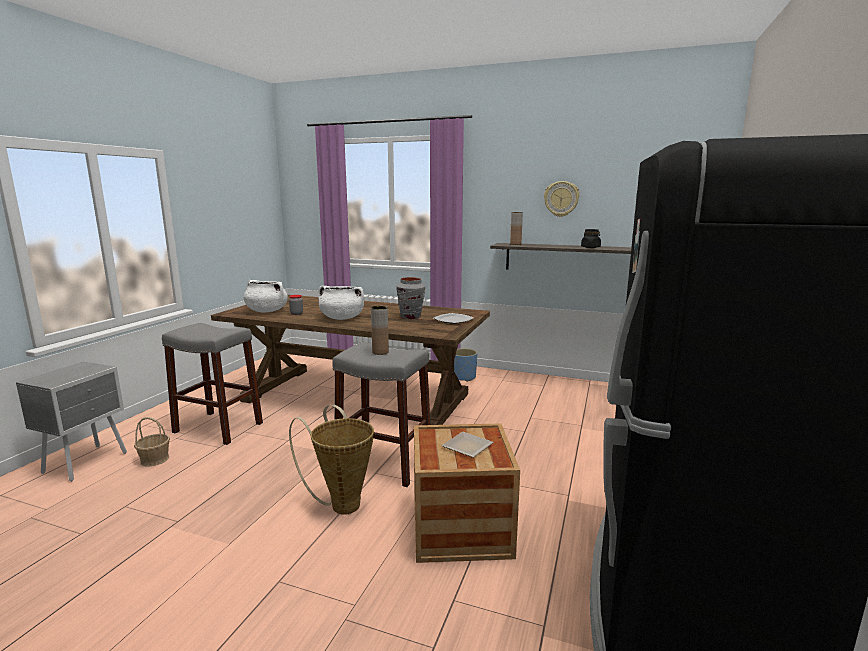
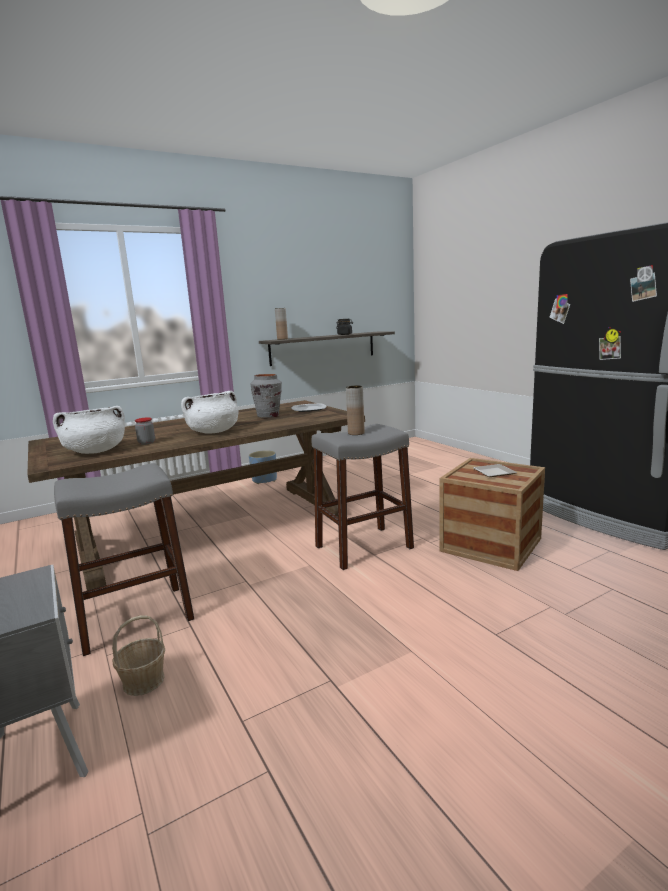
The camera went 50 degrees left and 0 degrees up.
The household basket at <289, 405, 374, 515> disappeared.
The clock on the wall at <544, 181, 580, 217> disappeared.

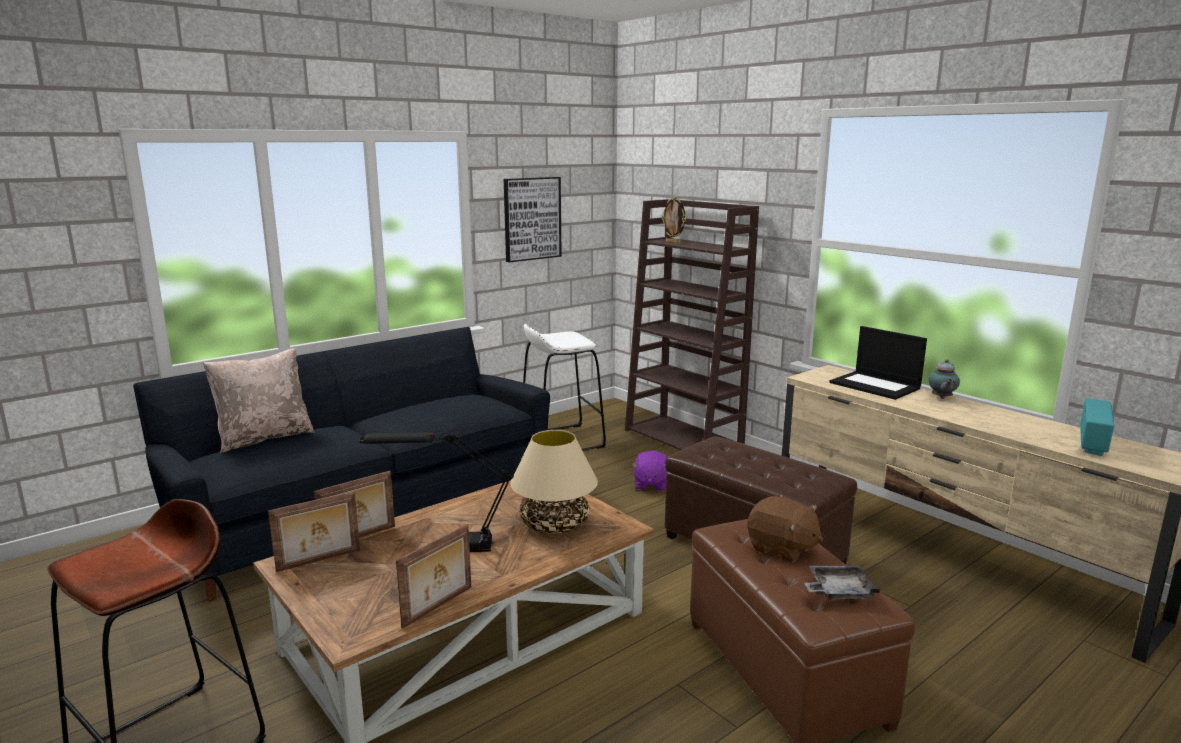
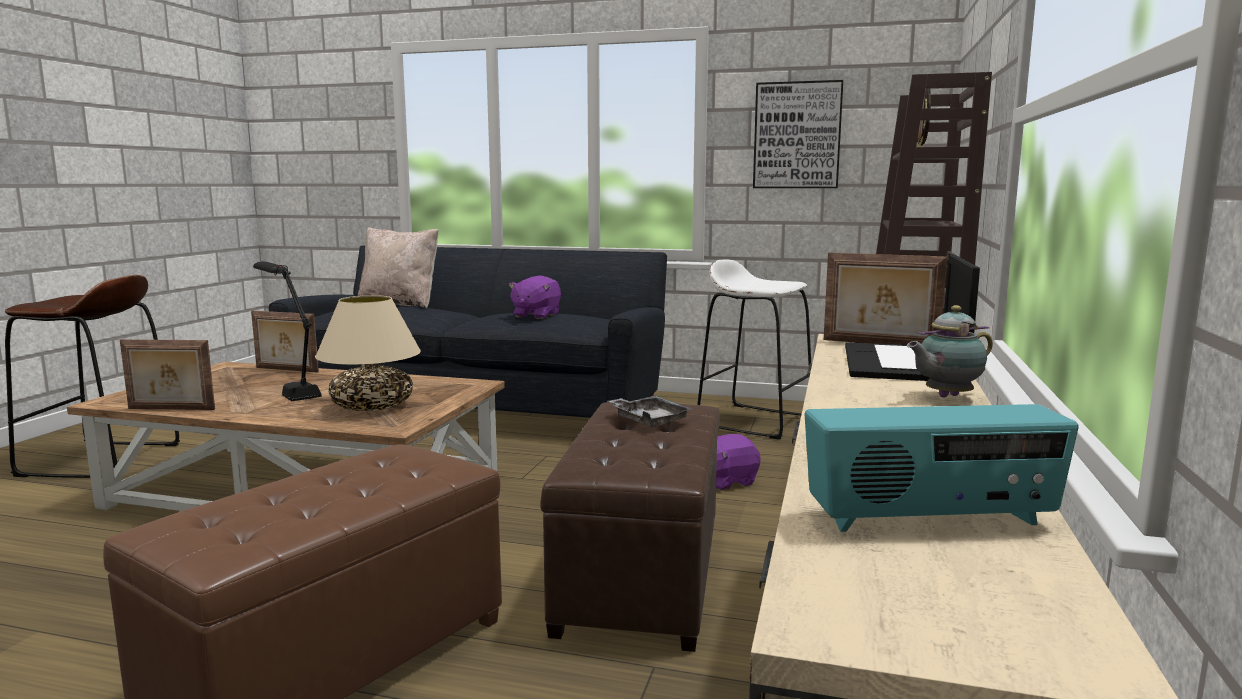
The camera went 55 degrees right and 5 degrees down.
The brown-coloured soft toy at <747, 496, 823, 563> disappeared.
The purple-coloured soft toy at <508, 276, 561, 319> appeared.
The photo frame moved from <268, 491, 360, 572> to <824, 253, 947, 345>.
The gray carrying tray moved from <804, 565, 880, 600> to <608, 395, 692, 427>.

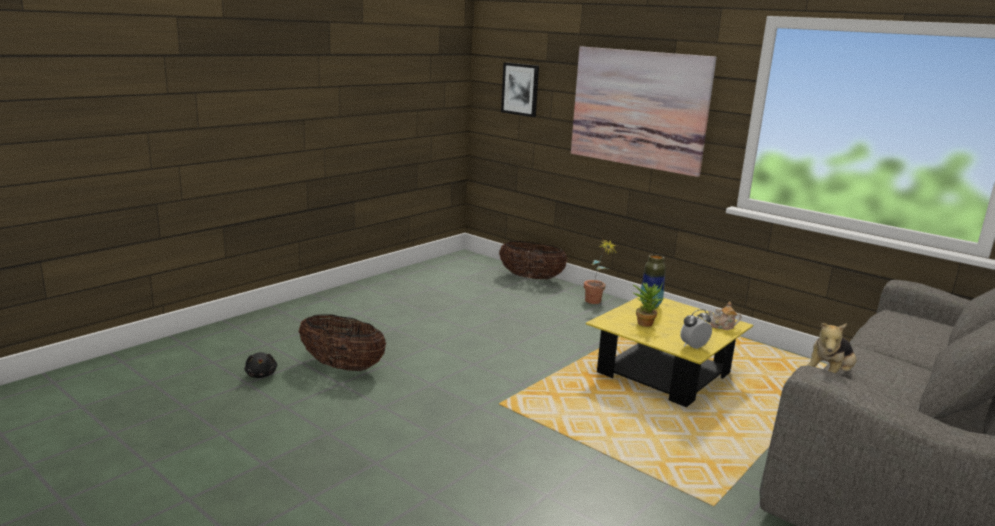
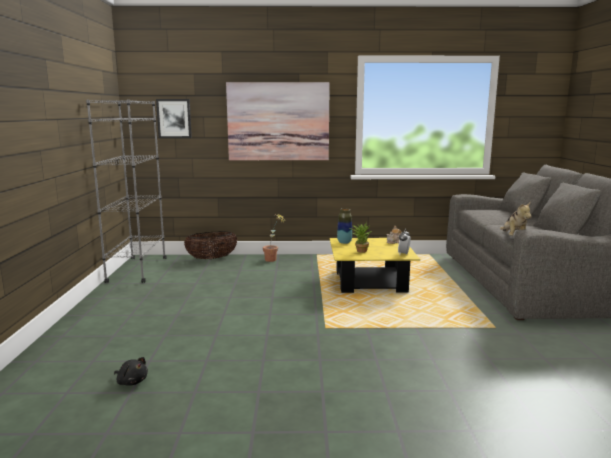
The camera went 40 degrees left and 5 degrees down.
The household basket at <299, 314, 386, 371> disappeared.
The gray bookshelf at <86, 100, 167, 283> appeared.

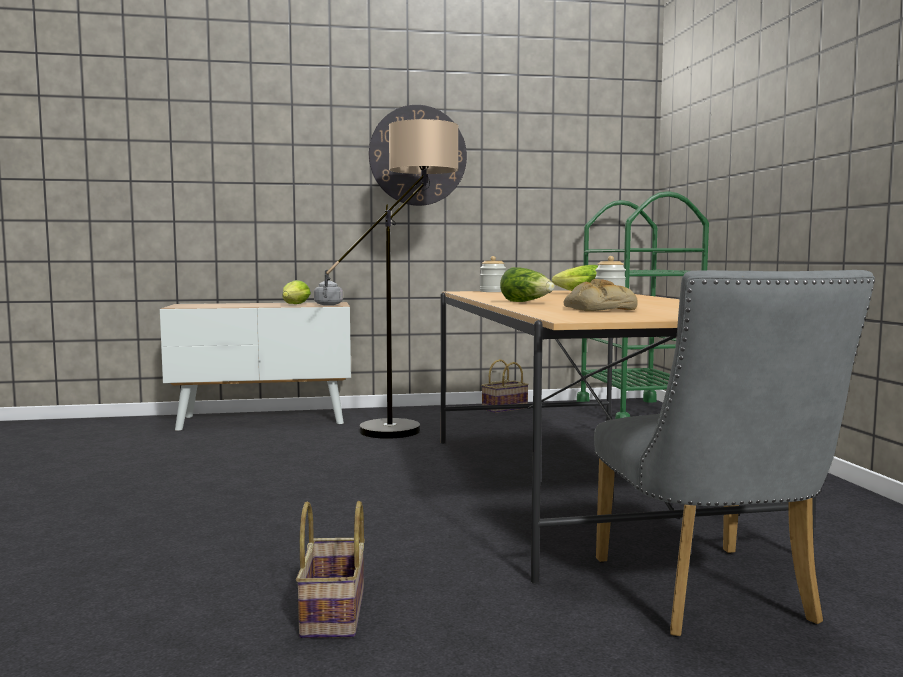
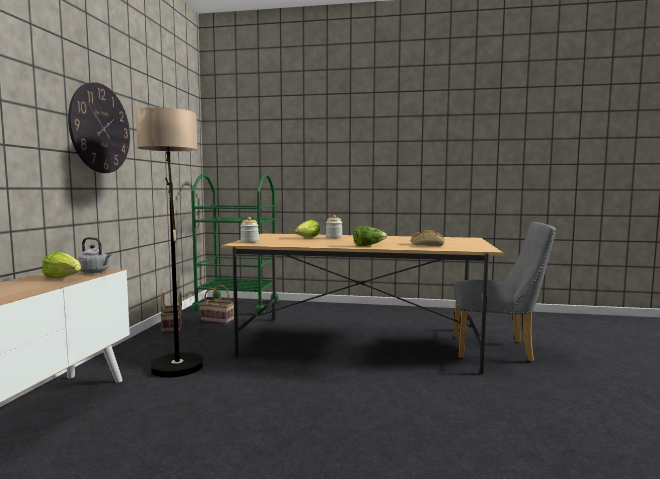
The camera went 70 degrees left and 0 degrees up.
The household basket moved from <296, 501, 365, 638> to <200, 285, 234, 324>.

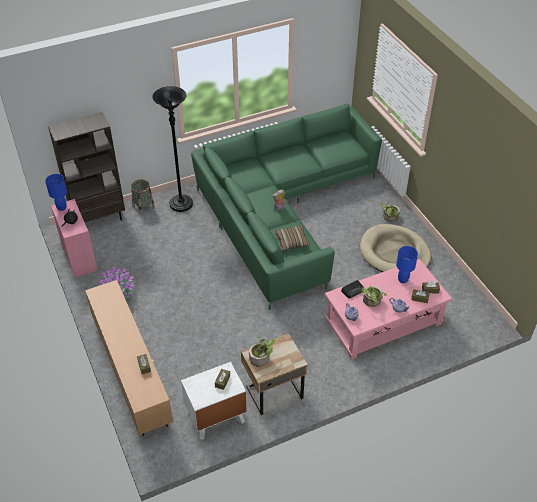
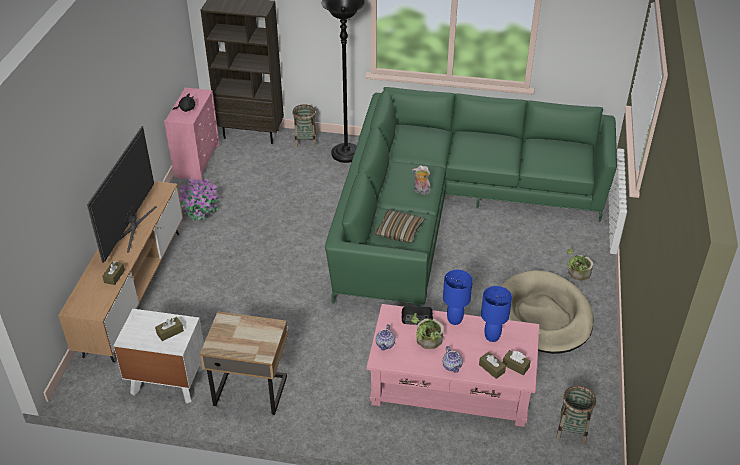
The camera went 35 degrees right and 5 degrees down.
The houseplant at <249, 336, 275, 367> disappeared.
The television at <87, 126, 156, 263> appeared.
The household basket at <556, 385, 596, 445> appeared.
The bluish table lamp moved from <45, 174, 67, 211> to <443, 270, 473, 325>.

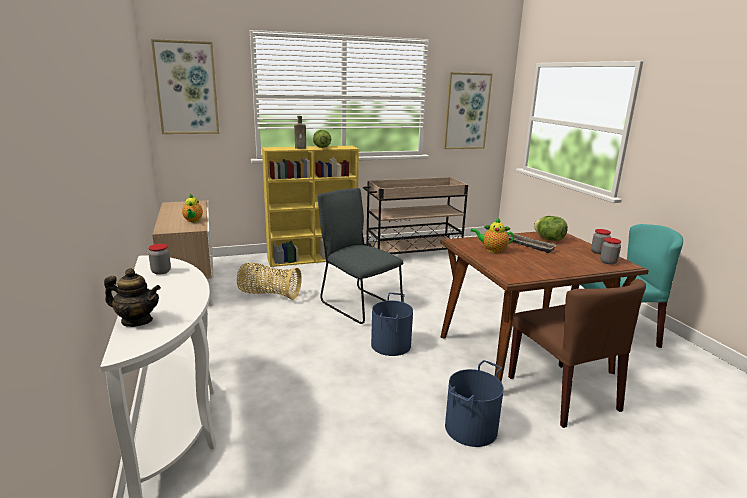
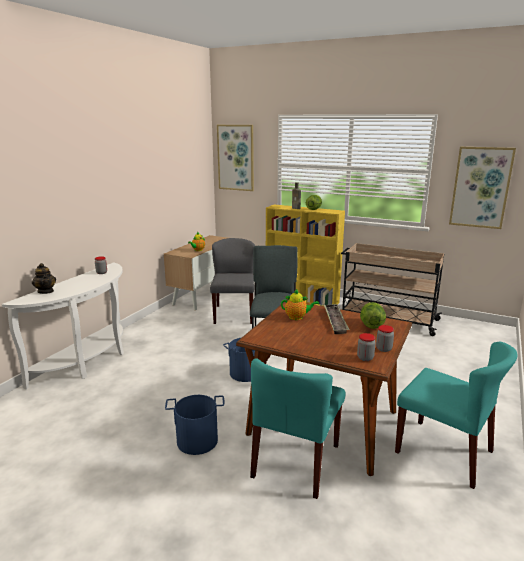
The camera went 45 degrees right and 0 degrees up.
The household basket at <237, 263, 302, 300> was replaced by the gray chair at <210, 238, 255, 324>.
The brown-coloured chair at <508, 279, 646, 428> became the turquoise chair at <250, 358, 346, 499>.
The pot for tea at <470, 218, 514, 253> turned 135 degrees clockwise.

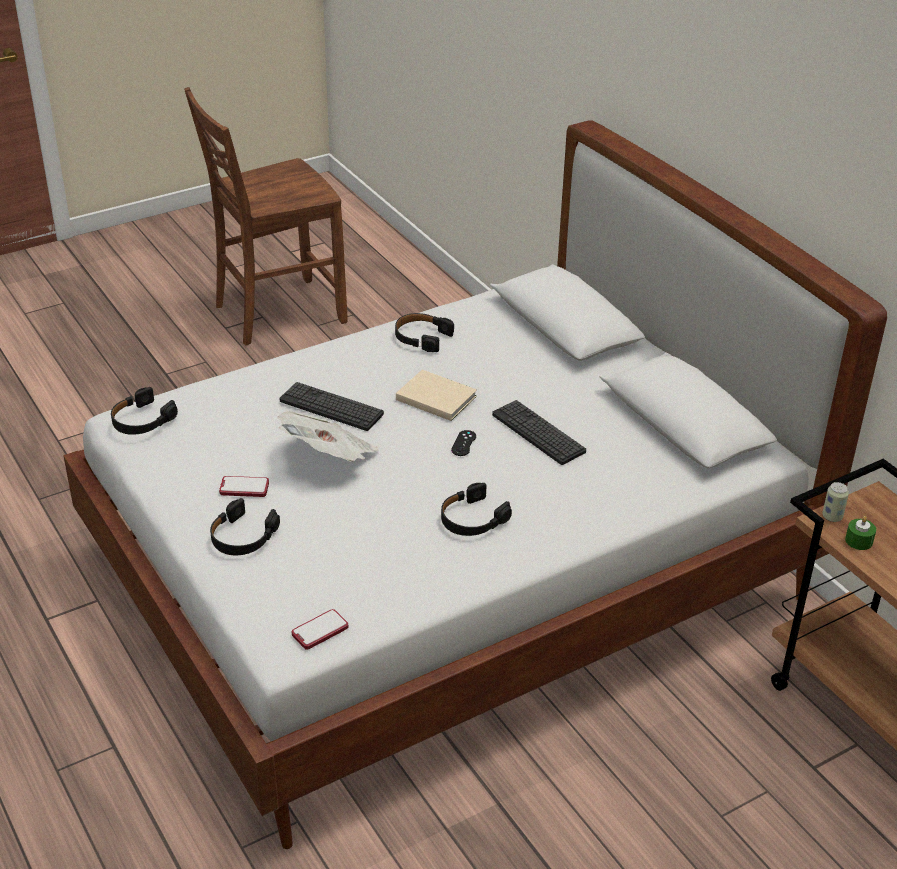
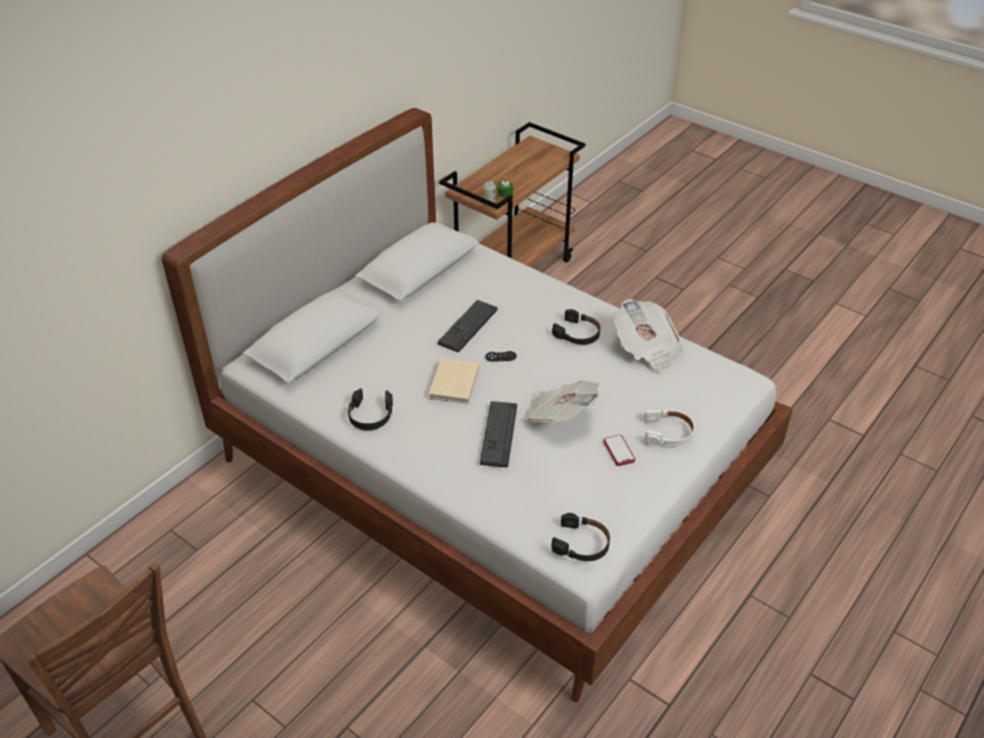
The camera went 110 degrees left and 5 degrees up.
The phone at <292, 609, 348, 650> disappeared.
The daily paper at <614, 299, 683, 373> appeared.
The black headphones at <210, 498, 280, 555> became the white-coloured headphones at <644, 408, 695, 446>.

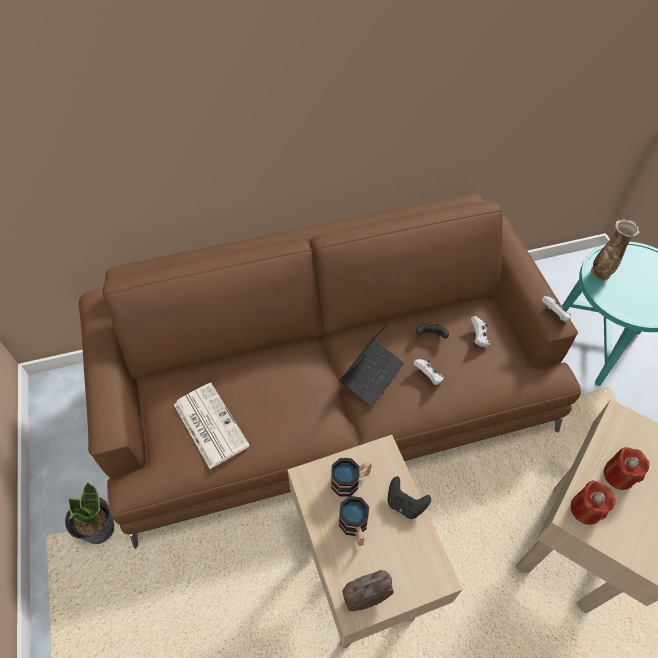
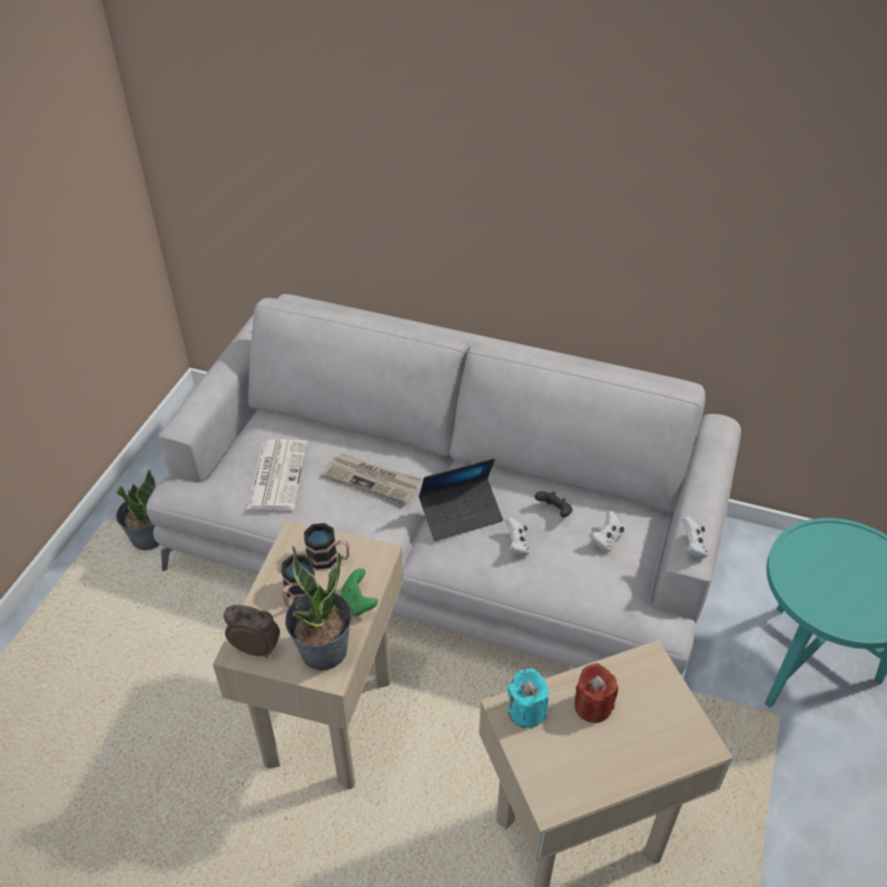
The camera went 35 degrees right and 10 degrees down.
The vase at <591, 219, 640, 280> disappeared.
The houseplant at <285, 545, 352, 670> appeared.
The daily paper at <321, 453, 422, 504> appeared.
The brown-coloured sofa at <79, 194, 581, 549> became the gray sofa at <146, 294, 741, 679>.
The black gamepad at <387, 476, 431, 519> became the green gamepad at <341, 568, 378, 616>.
The reddish candle at <571, 481, 616, 525> became the turquoise candle at <507, 669, 549, 728>.

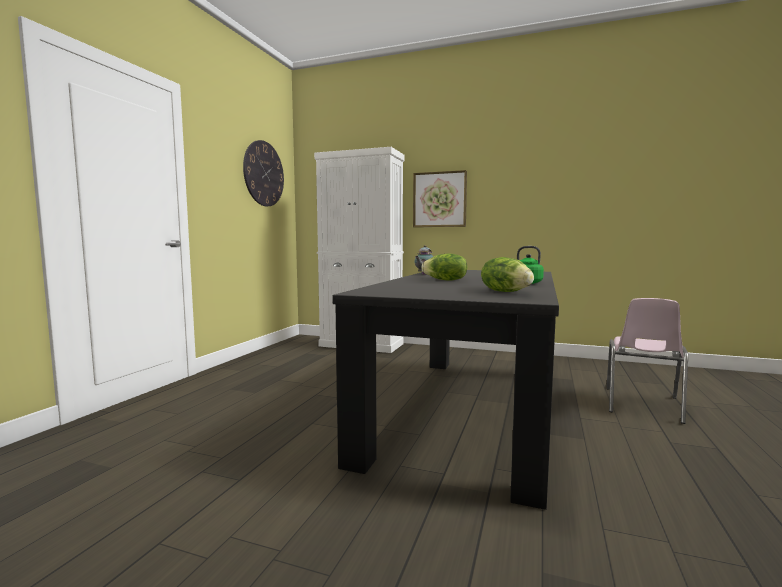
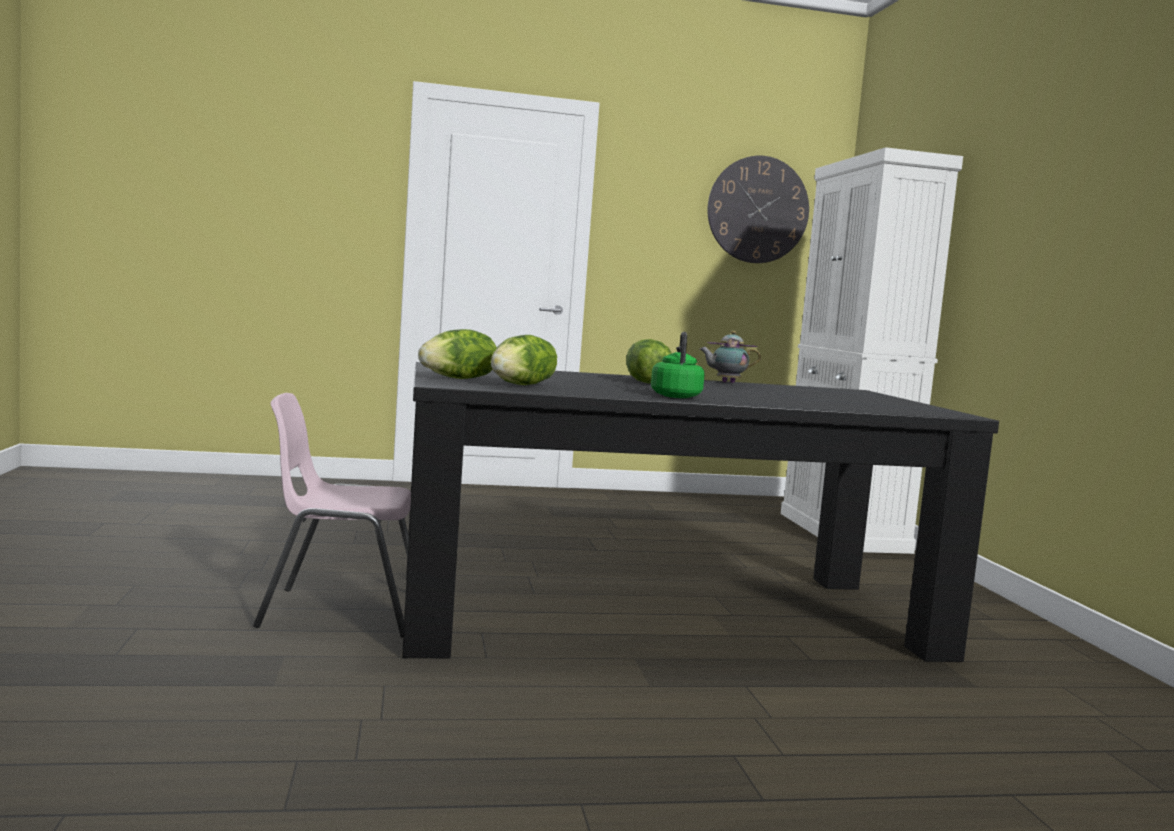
The camera went 60 degrees right and 0 degrees up.
The picture at <413, 170, 467, 227> disappeared.
The head of lettuce at <418, 329, 497, 379> appeared.
The pink-coloured chair moved from <606, 298, 688, 424> to <253, 393, 411, 638>.

